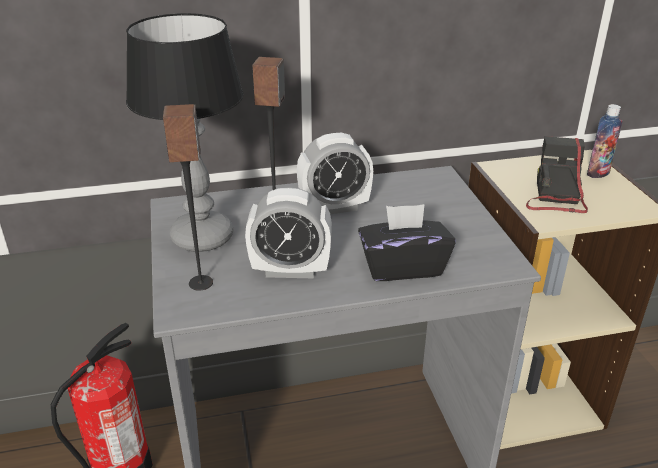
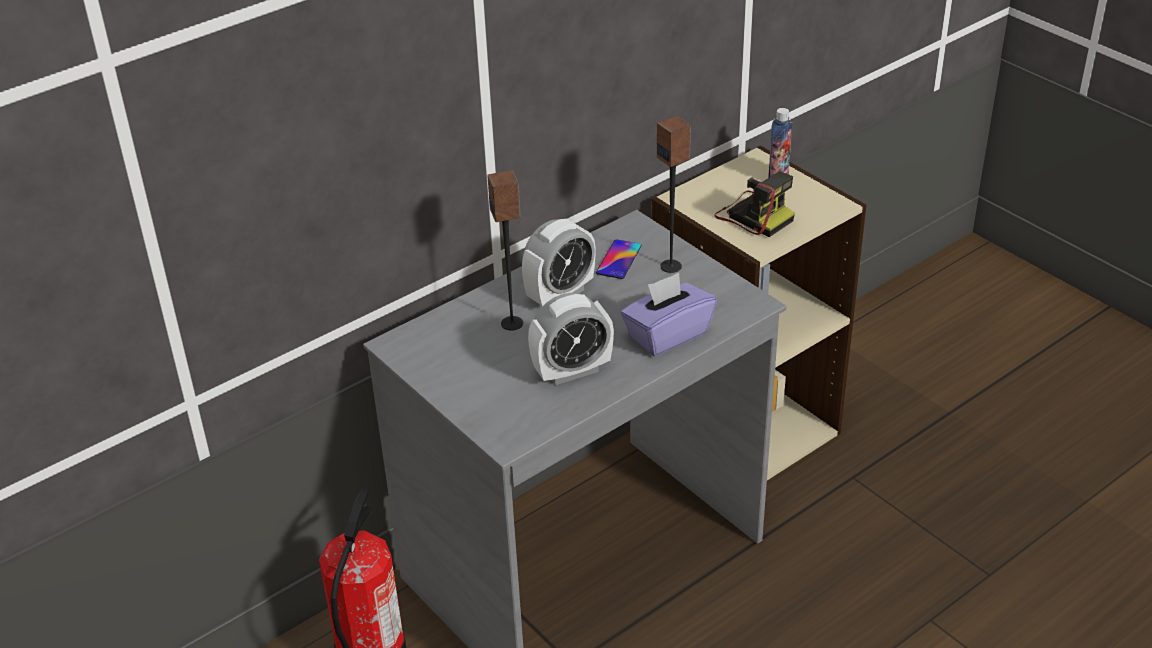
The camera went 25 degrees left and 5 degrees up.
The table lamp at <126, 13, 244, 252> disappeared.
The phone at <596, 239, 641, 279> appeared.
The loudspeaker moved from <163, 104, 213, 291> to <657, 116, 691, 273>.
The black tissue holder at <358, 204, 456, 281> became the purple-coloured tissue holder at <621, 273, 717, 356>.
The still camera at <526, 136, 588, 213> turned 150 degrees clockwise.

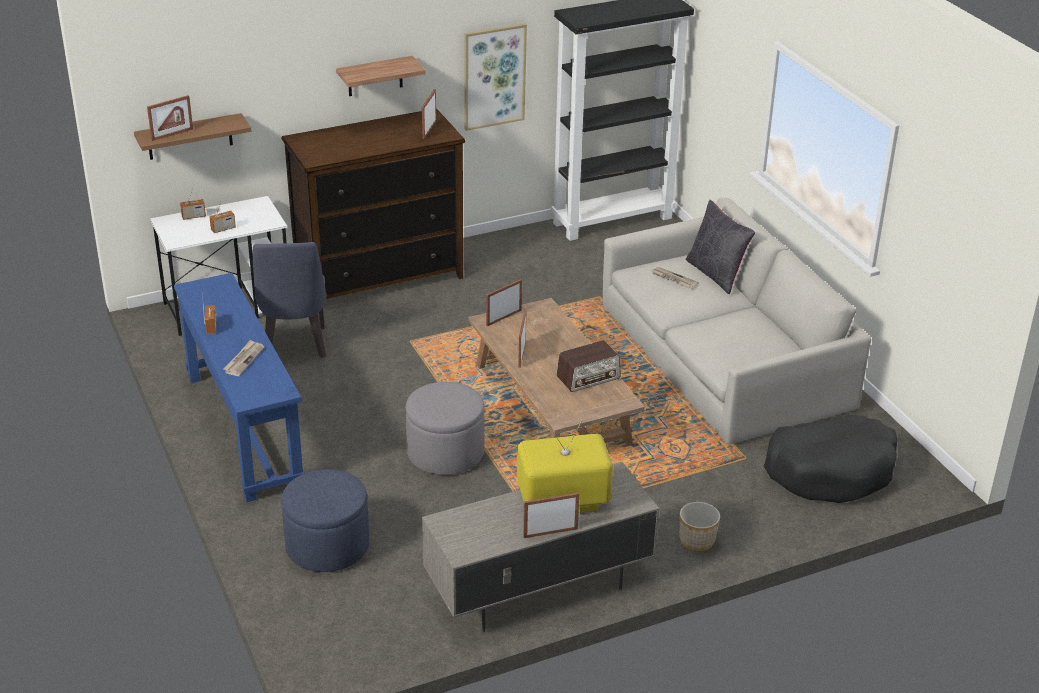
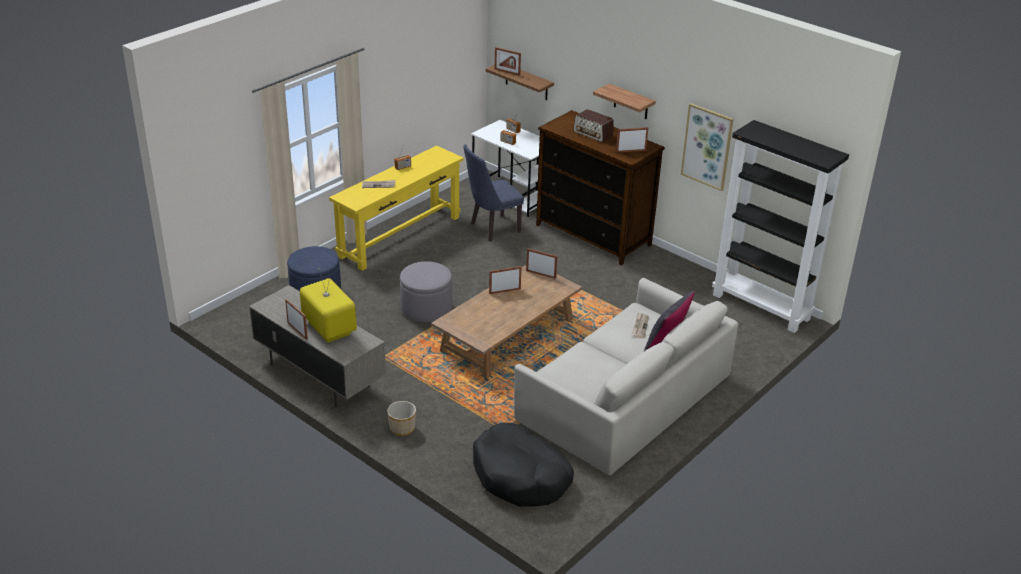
The camera went 65 degrees right and 0 degrees up.
The radio moved from <557, 340, 621, 392> to <573, 109, 614, 142>.
The bluish narrow table at <174, 273, 305, 502> became the yellow narrow table at <329, 146, 463, 271>.

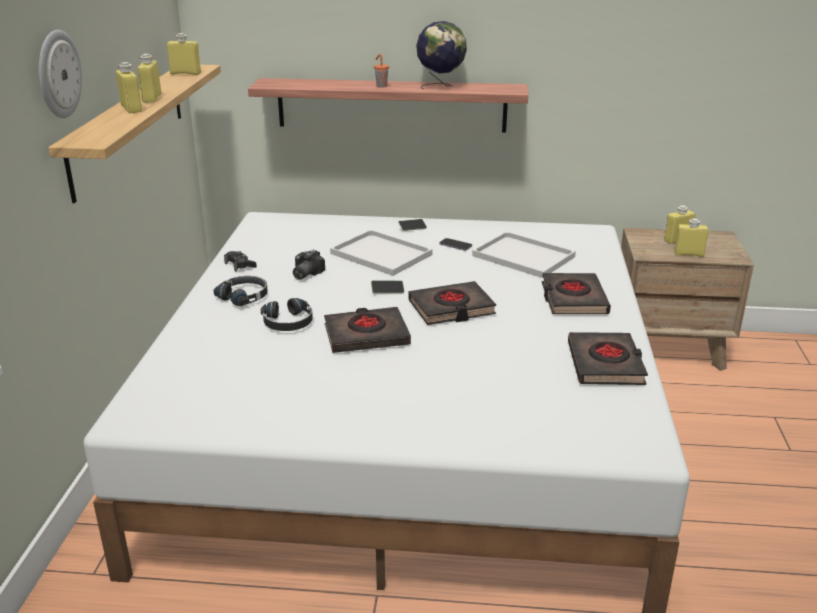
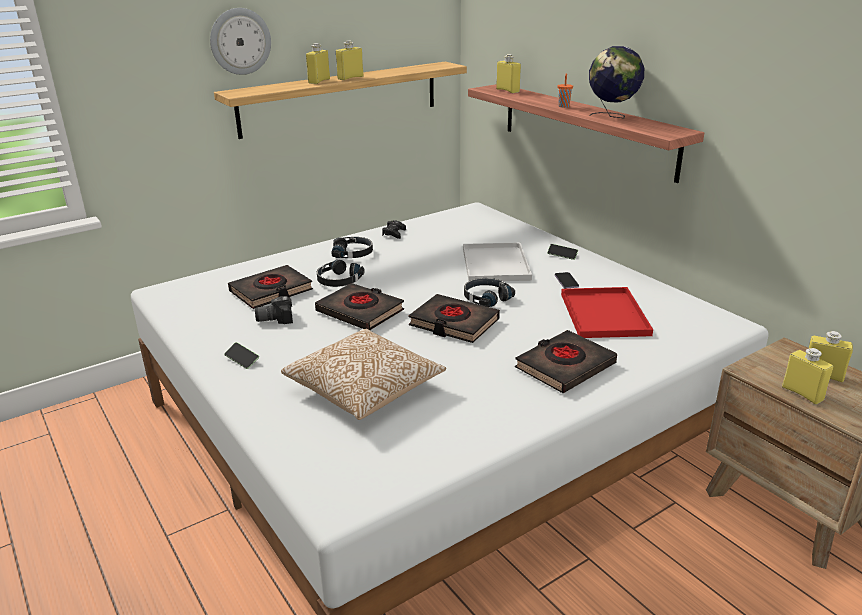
The camera went 50 degrees right and 0 degrees up.
The pillow at <281, 329, 446, 420> appeared.
The black headphones at <464, 278, 515, 307> appeared.
The yellow drink bottle moved from <167, 33, 201, 75> to <496, 54, 521, 93>.
The still camera moved from <293, 250, 325, 280> to <255, 296, 293, 324>.
The phone moved from <371, 280, 404, 293> to <224, 342, 259, 369>.
The black book moved from <568, 332, 648, 385> to <228, 265, 313, 309>.
The white-coloured carrying tray at <472, 231, 576, 278> became the reddish carrying tray at <561, 287, 653, 338>.

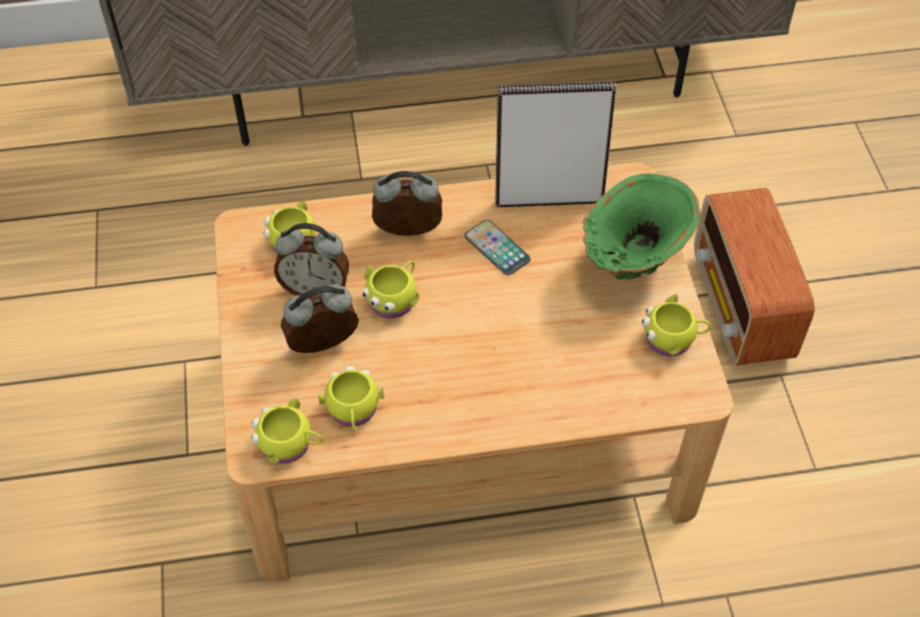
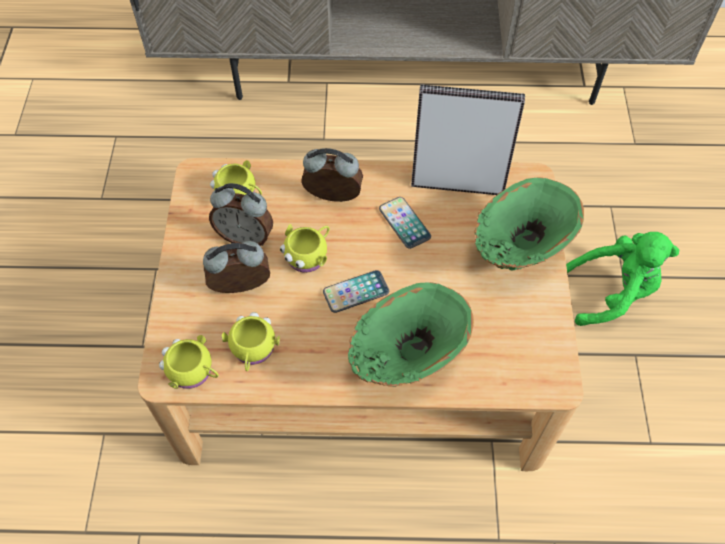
The camera went 10 degrees right and 5 degrees up.
The yellow coffee mug at <642, 294, 711, 356> disappeared.
The phone at <323, 270, 389, 313> appeared.
The green vase at <348, 282, 474, 387> appeared.
The radio at <694, 188, 815, 366> was replaced by the green soft toy at <566, 232, 679, 326>.

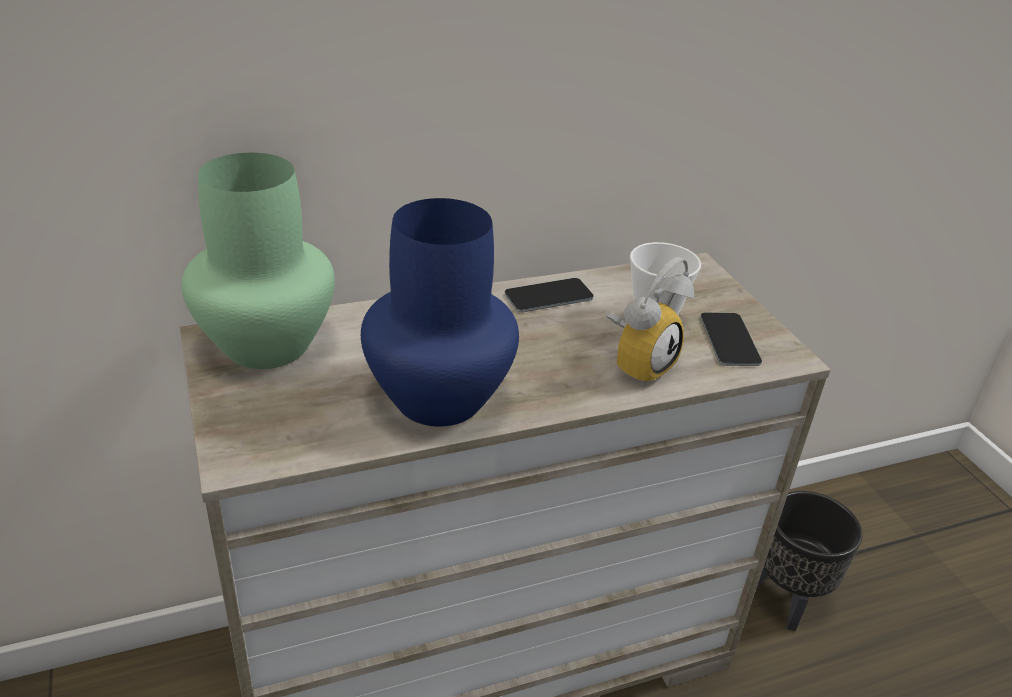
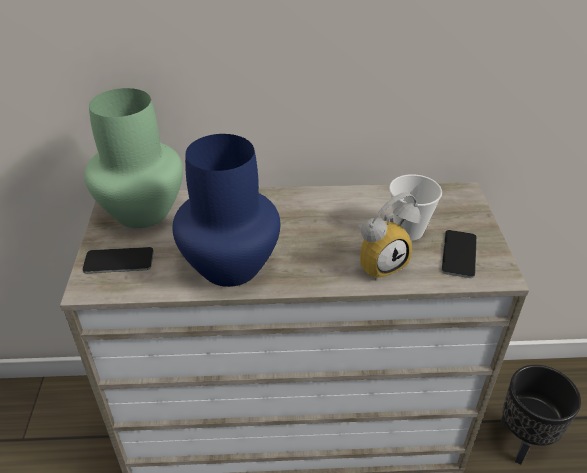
The camera went 20 degrees right and 5 degrees up.
The phone moved from <505, 278, 594, 312> to <82, 247, 154, 273>.

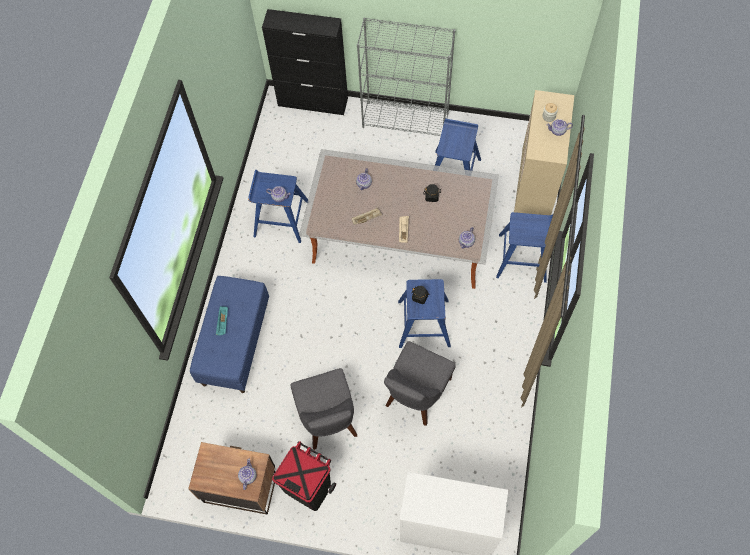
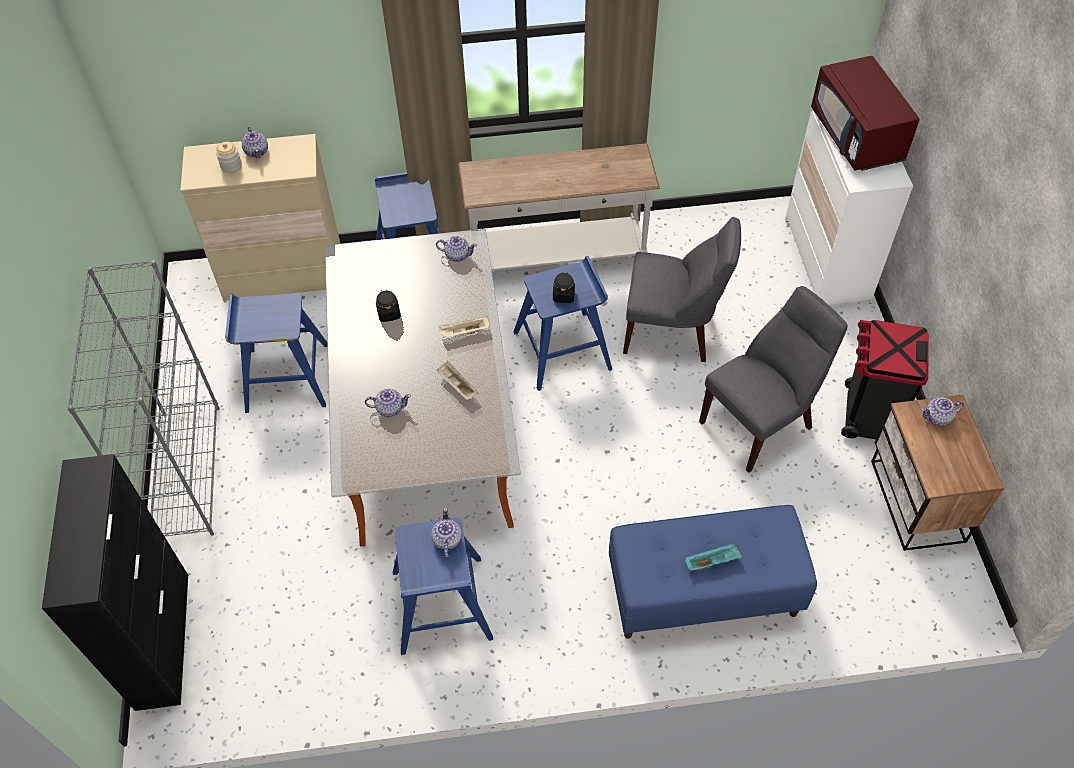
The camera went 110 degrees left and 10 degrees down.
The white-coloured narrow table at <458, 143, 660, 272> appeared.
The reddish microwave at <811, 56, 920, 171> appeared.

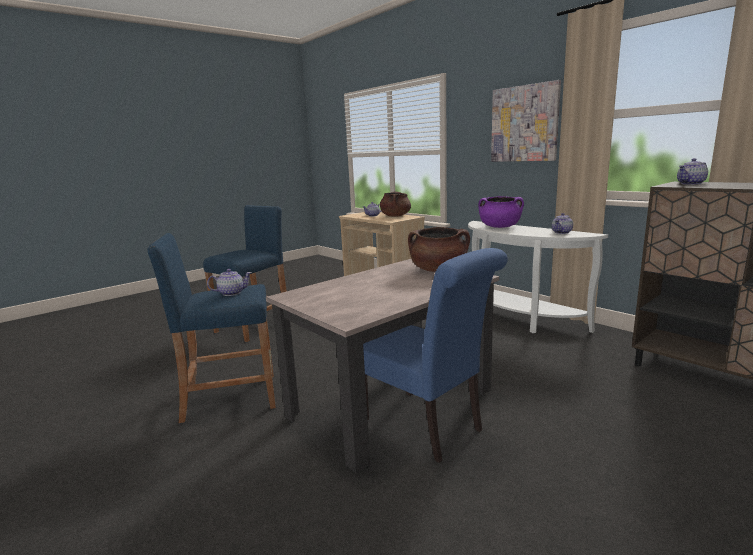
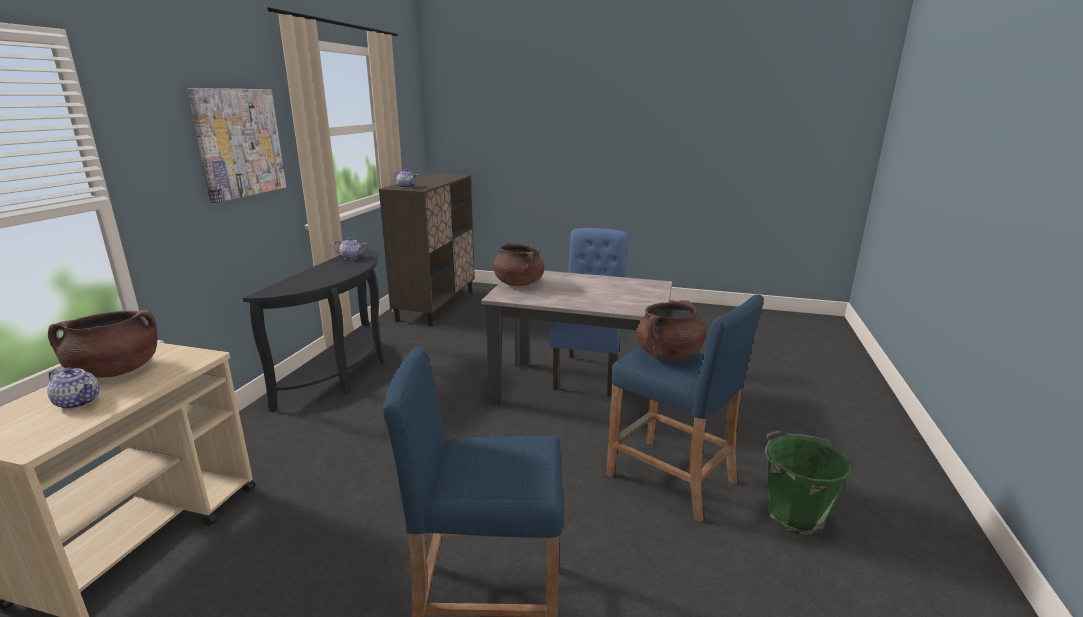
The camera went 125 degrees left and 5 degrees up.
The purple-coloured saucepot at <478, 196, 524, 228> disappeared.
The green water bucket at <765, 430, 852, 535> appeared.
The pot for tea at <207, 269, 252, 296> was replaced by the brown-coloured saucepot at <636, 300, 706, 360>.
The white-coloured narrow table at <468, 221, 608, 333> became the black narrow table at <243, 248, 385, 413>.

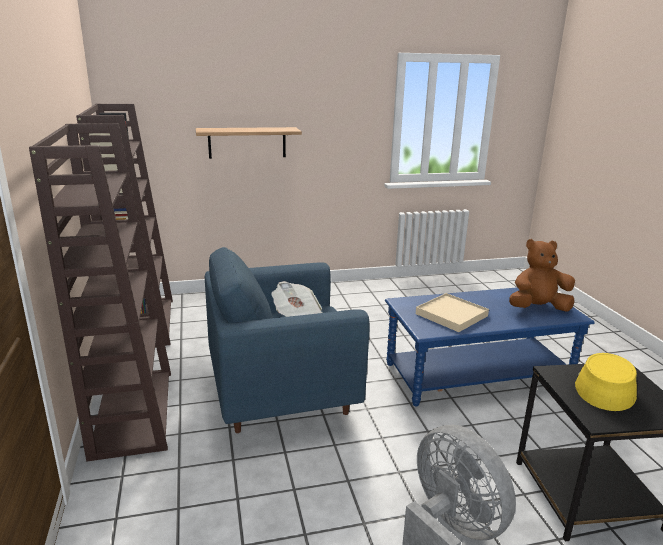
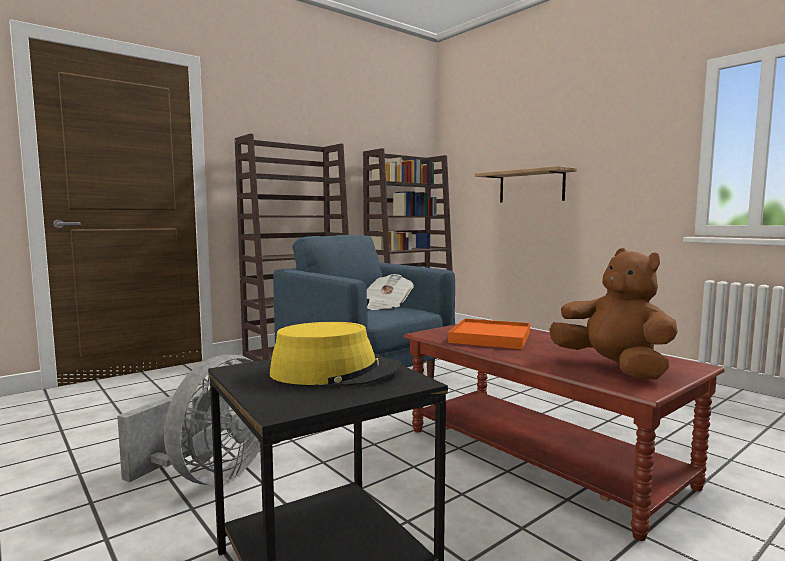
The camera went 65 degrees right and 15 degrees down.
The bluish coffee table at <385, 287, 595, 406> became the brown-coloured coffee table at <403, 319, 725, 541>.
The beige-coloured carrying tray at <416, 293, 489, 332> became the orange-coloured carrying tray at <448, 318, 530, 349>.

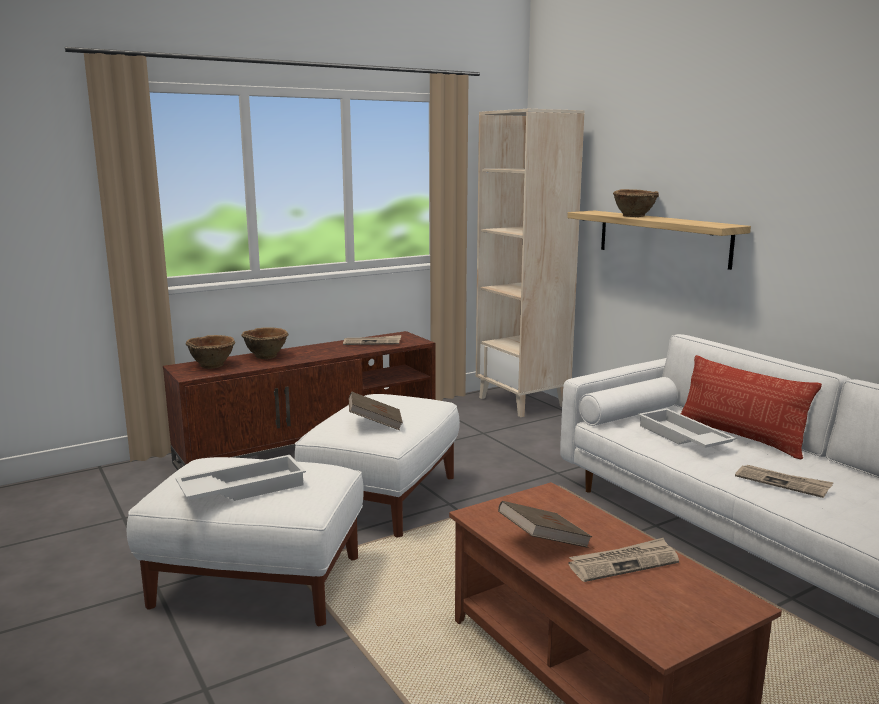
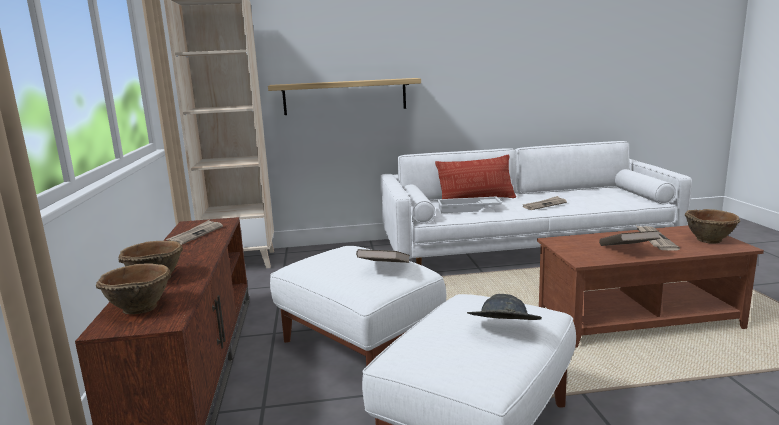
The camera went 65 degrees left and 0 degrees up.
The brown-coloured deep dish moved from <613, 189, 659, 217> to <684, 209, 740, 244>.
The white-coloured carrying tray at <176, 455, 306, 501> was replaced by the gray wearable hat at <467, 294, 542, 320>.

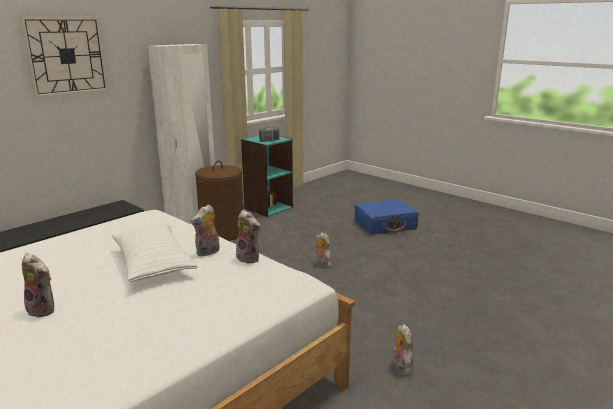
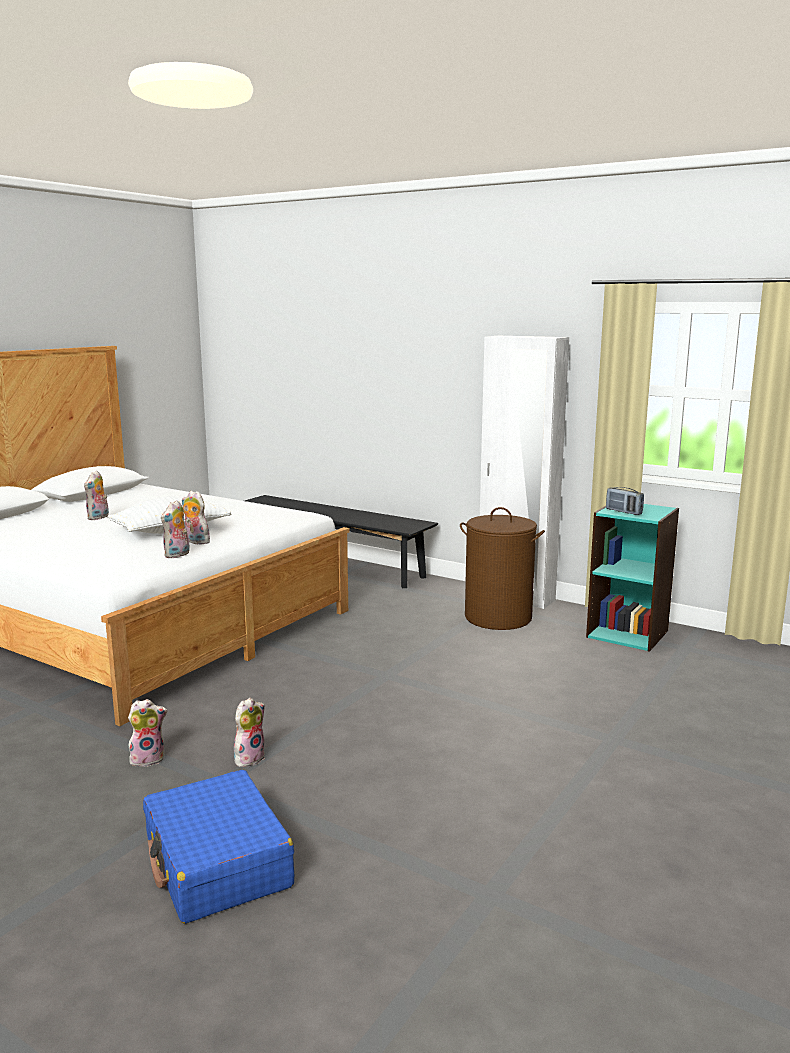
The camera went 80 degrees right and 5 degrees down.
The clock on the wall at <20, 16, 109, 98> disappeared.
The soft toy moved from <316, 232, 331, 268> to <234, 698, 265, 767>.
The bluish travel case moved from <355, 199, 418, 234> to <143, 770, 294, 924>.

